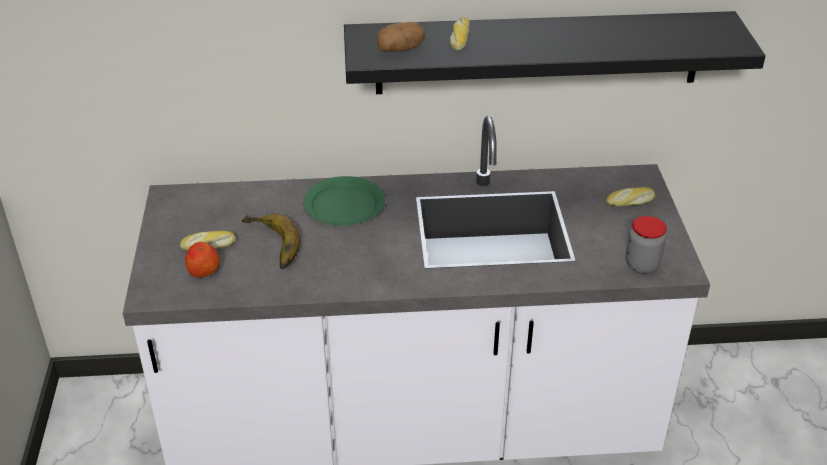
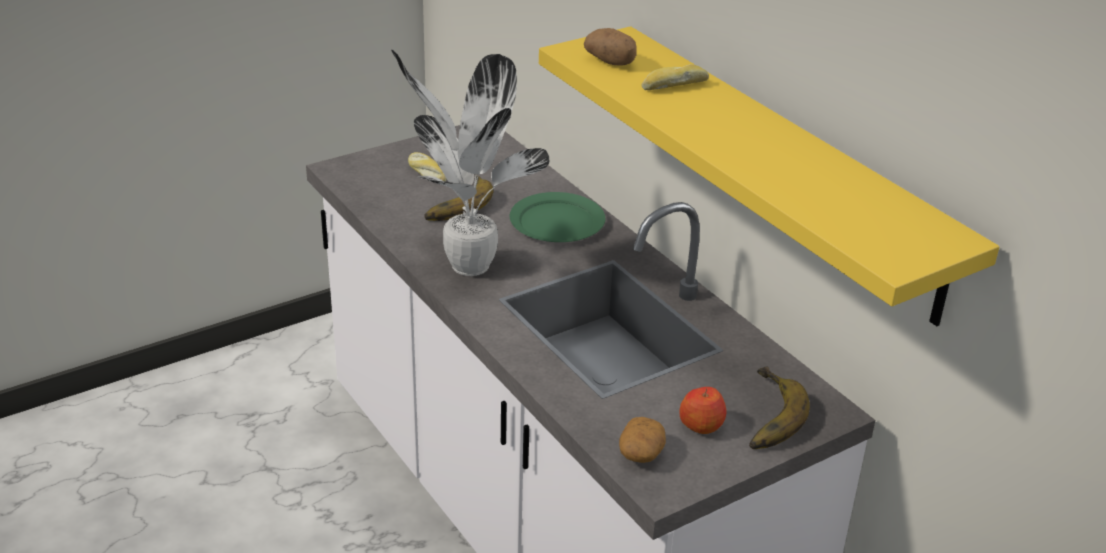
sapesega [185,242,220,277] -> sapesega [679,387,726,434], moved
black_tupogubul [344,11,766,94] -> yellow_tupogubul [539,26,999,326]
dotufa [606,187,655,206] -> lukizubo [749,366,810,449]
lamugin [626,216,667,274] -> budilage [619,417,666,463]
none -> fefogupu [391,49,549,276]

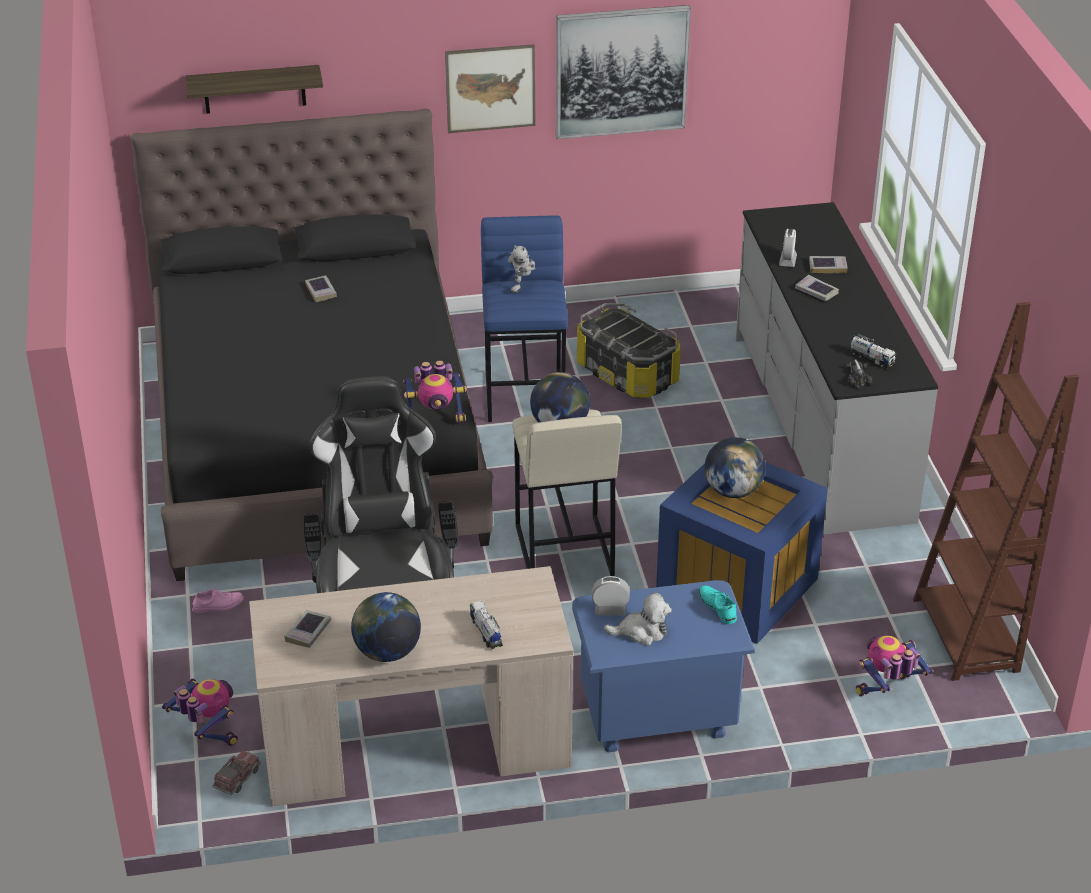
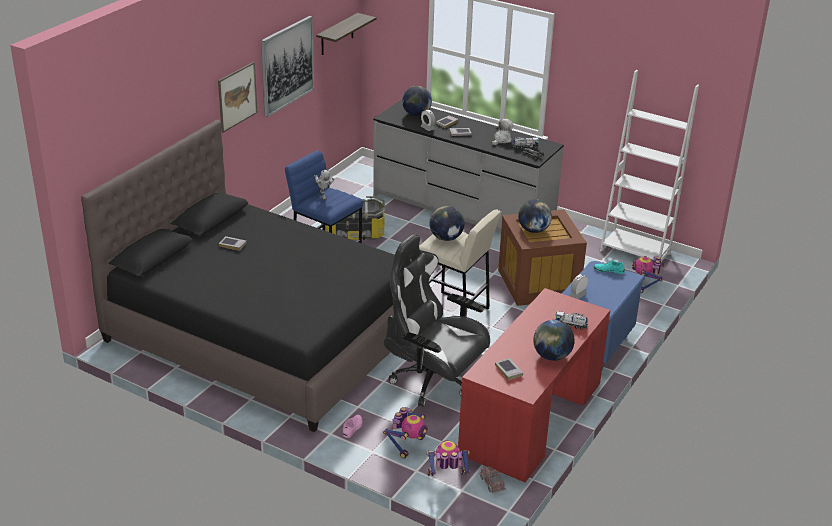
tupogubul [186,65,323,114] -> tupogubul [316,13,376,55], moved
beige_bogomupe [249,566,573,806] -> red_bogomupe [458,288,610,482]
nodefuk [403,360,467,424] -> nodefuk [383,407,428,459], moved
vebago [604,593,672,646] -> vebago [492,119,513,145], moved
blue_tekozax [656,462,828,644] -> brown_tekozax [498,209,587,306]
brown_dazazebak [913,302,1079,681] -> white_dazazebak [600,70,699,262]
none -> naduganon [402,86,432,116]

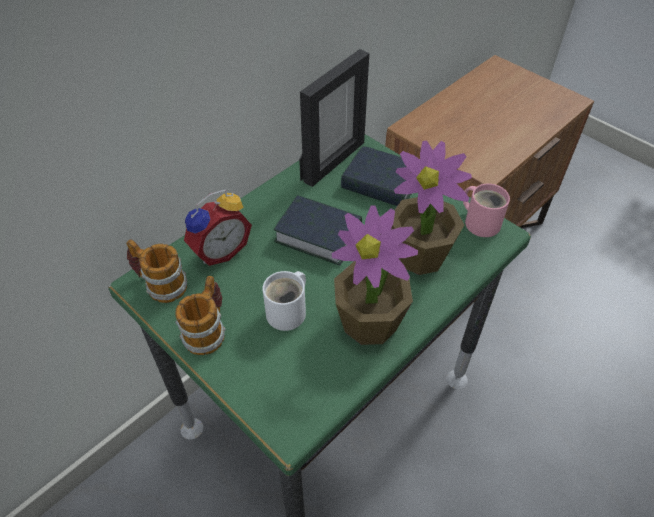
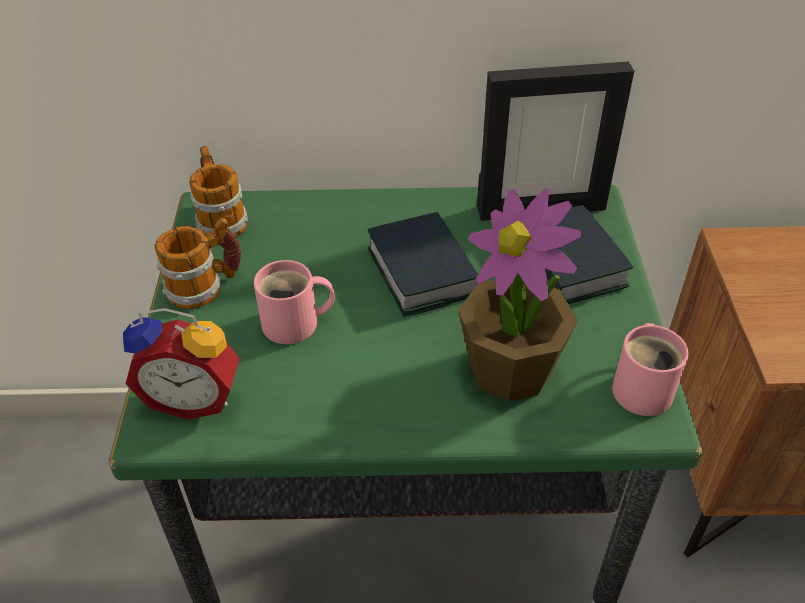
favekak [184,189,252,266] -> favekak [123,308,240,420], moved
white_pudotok [262,271,306,331] -> pink_pudotok [254,260,335,344]
fefogupu [332,205,418,345] -> none

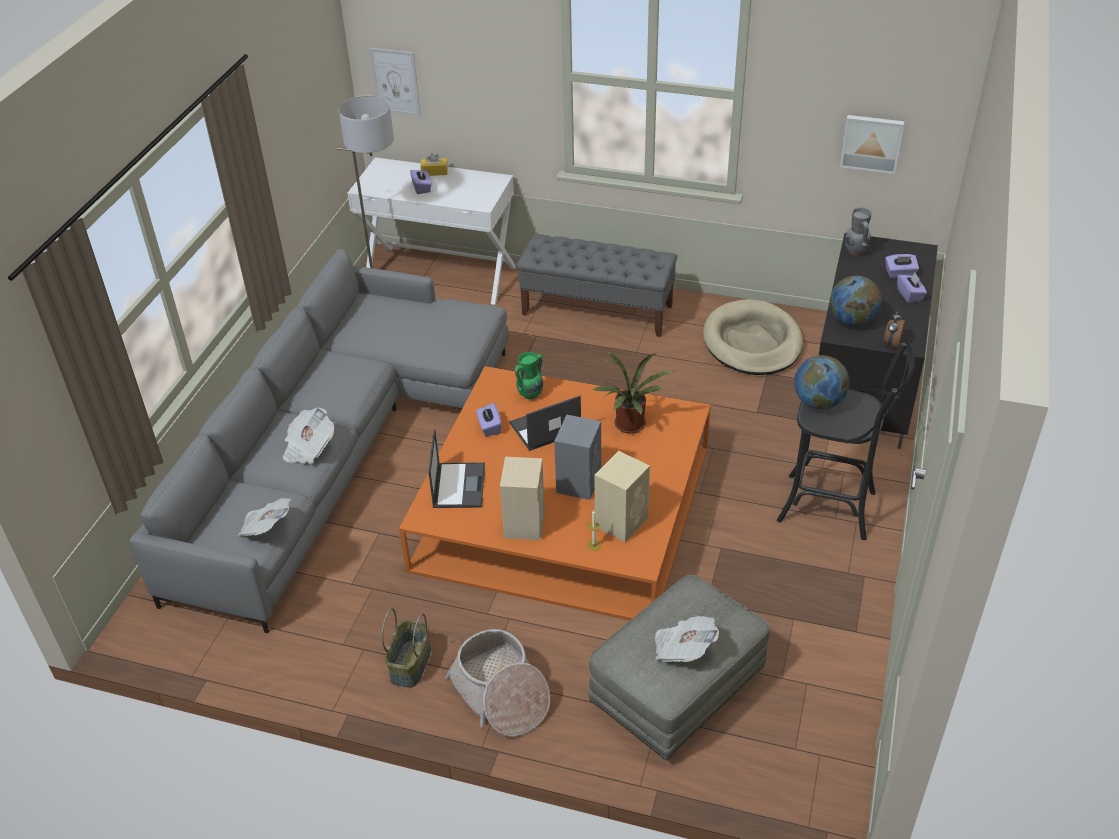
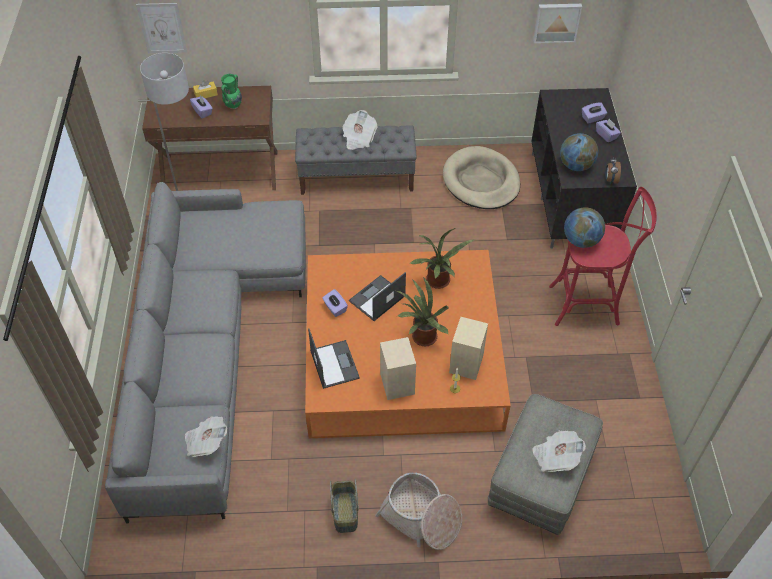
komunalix [283,408,334,464] -> komunalix [342,110,377,150], moved
white_bogomupe [347,157,516,305] -> brown_bogomupe [142,86,278,190]
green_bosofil [515,352,543,400] -> green_bosofil [221,74,242,109], moved
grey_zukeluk [554,415,601,500] -> fefogupu [397,277,449,346]
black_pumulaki [777,341,915,540] -> red_pumulaki [549,187,657,326]
grey_bosofil [845,208,872,255] -> none

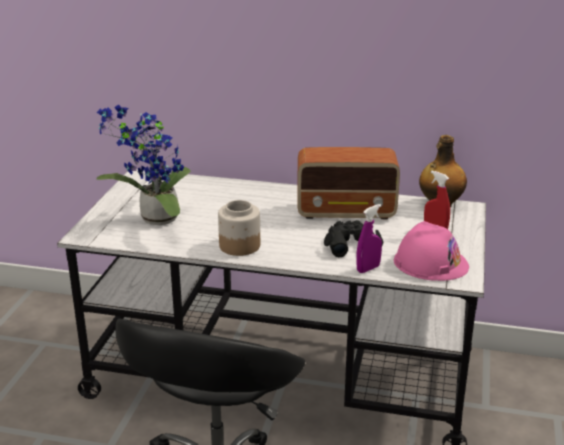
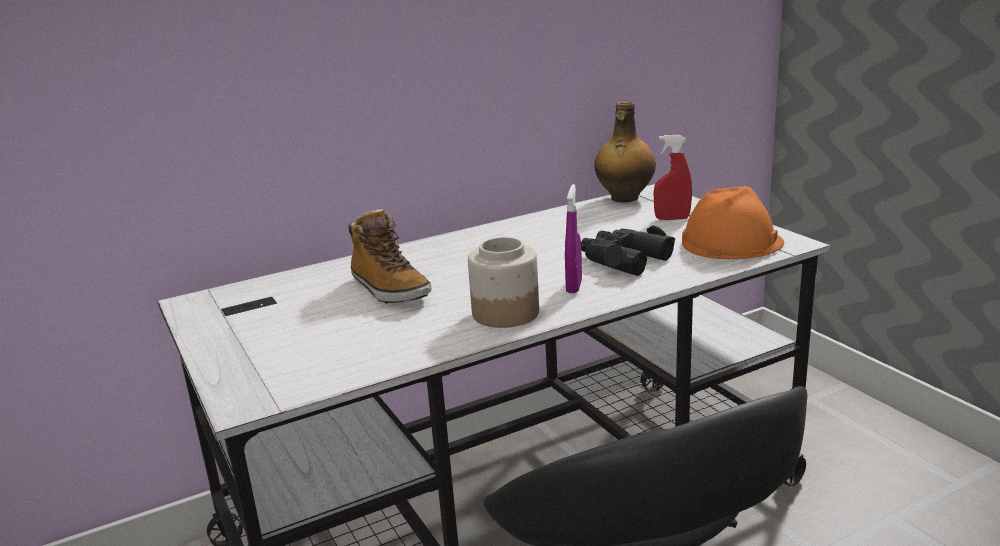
fefogupu [96,105,191,225] -> none
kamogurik [297,147,400,219] -> none
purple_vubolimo [356,204,382,273] -> purple_vubolimo [565,184,582,293], moved
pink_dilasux [394,221,469,281] -> orange_dilasux [682,186,784,259]
none -> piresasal [348,209,431,304]

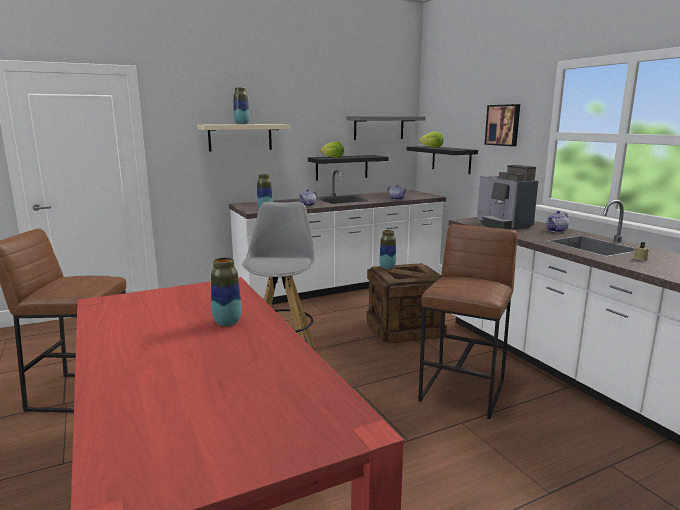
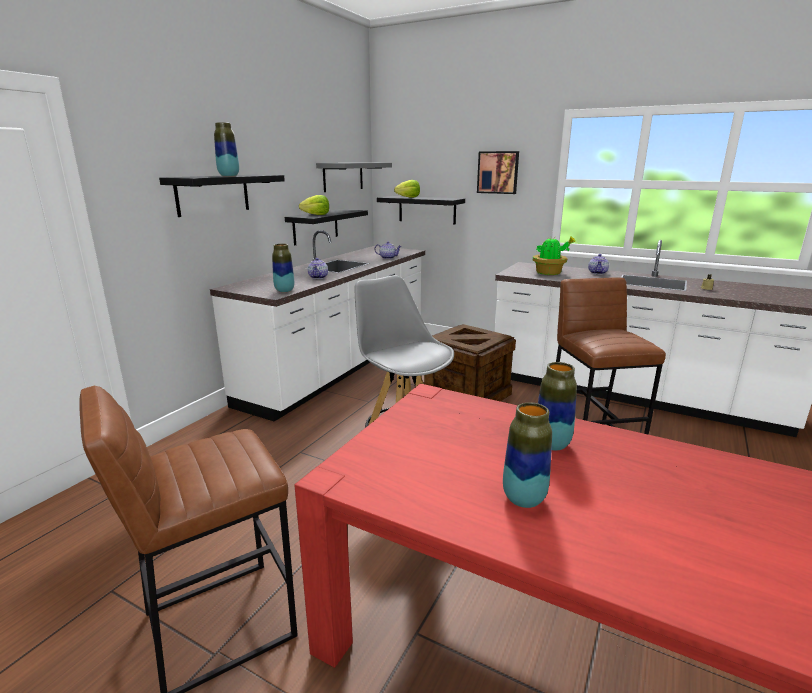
beige_tupogubul [197,124,290,151] -> black_tupogubul [159,175,285,217]
bosofil [379,230,396,269] -> bosofil [503,402,552,508], moved
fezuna [477,165,538,230] -> fefogupu [533,236,576,275]

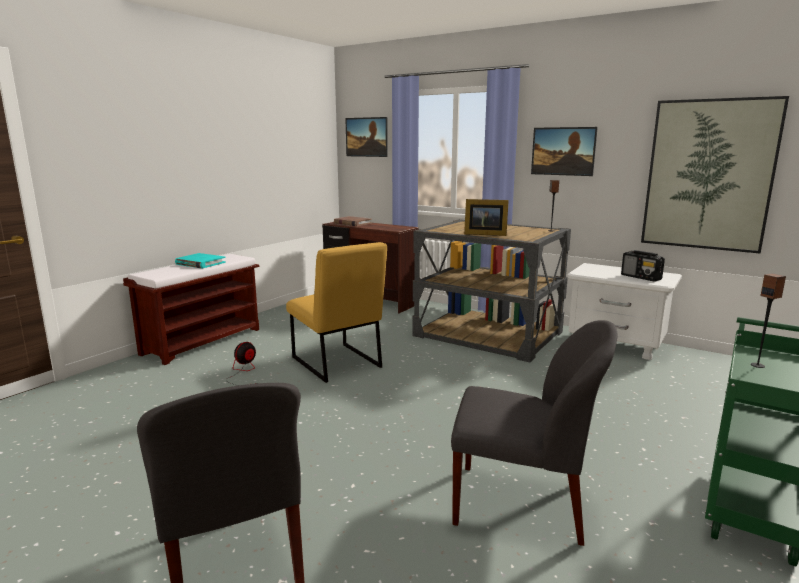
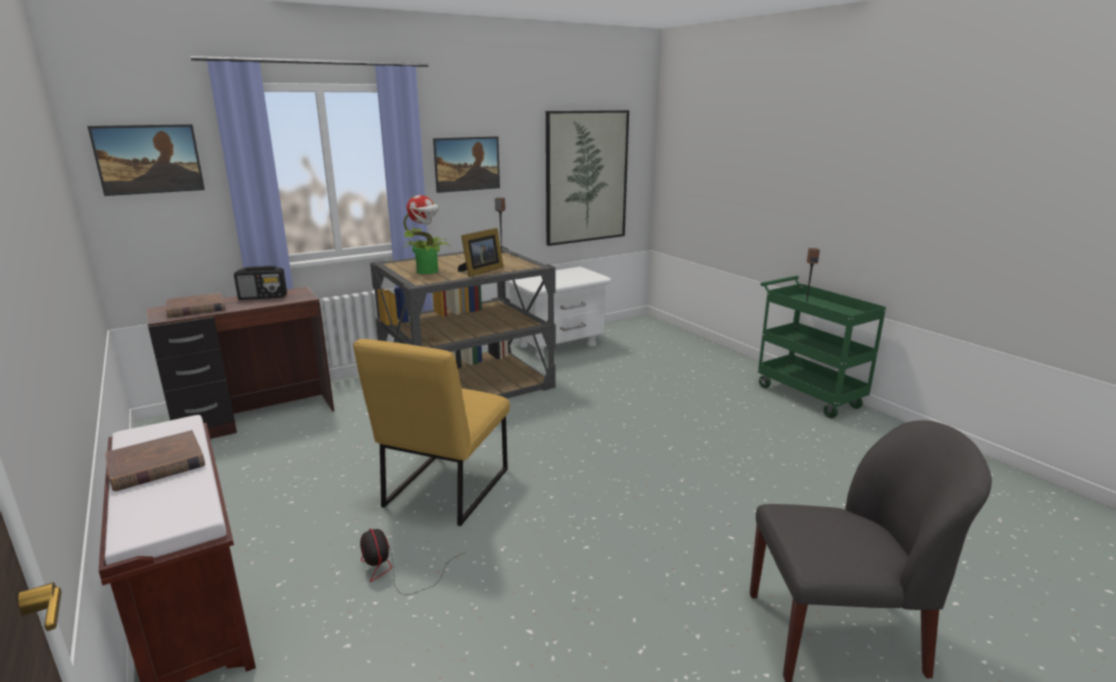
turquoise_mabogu [175,253,226,268] -> brown_mabogu [105,430,205,491]
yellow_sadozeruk [286,242,387,383] -> yellow_sadozeruk [353,339,510,526], 120 degrees clockwise
grey_sadozeruk [451,320,617,546] -> none
kamogurik [621,250,665,282] -> kamogurik [234,266,287,300], moved
none -> fefogupu [403,195,451,274]

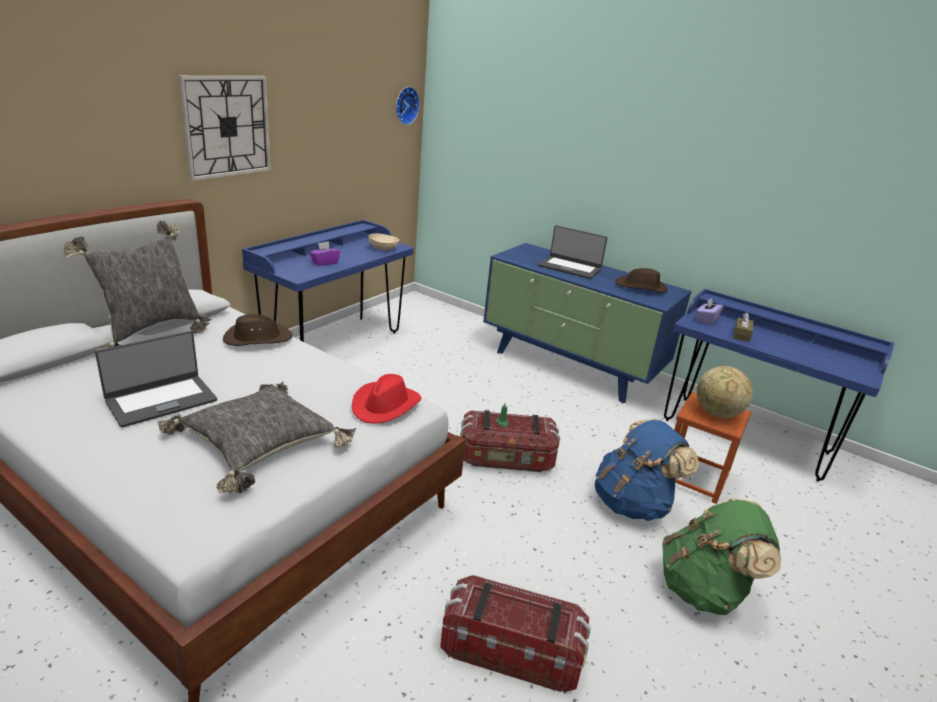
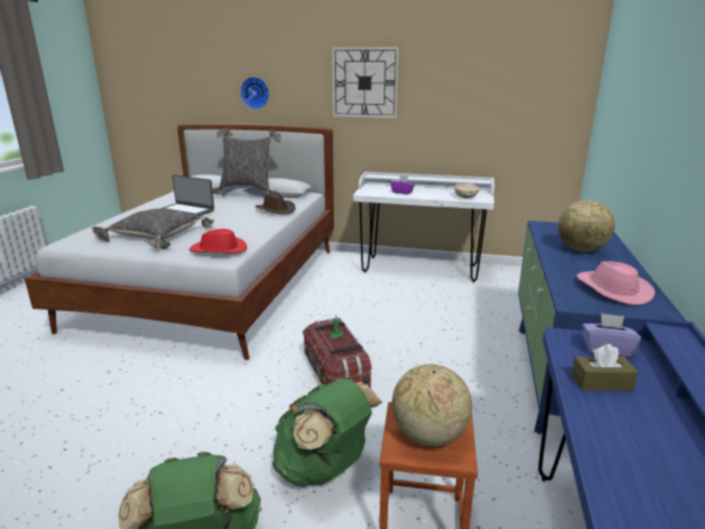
blue_bogomupe [242,220,413,342] -> white_bogomupe [353,172,494,282]
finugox [396,87,420,125] -> finugox [240,77,269,110], moved
tekozax [440,575,591,693] -> none
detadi [538,225,607,279] -> naduganon [558,200,615,251]
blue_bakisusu [595,419,699,521] -> green_bakisusu [272,379,382,487]
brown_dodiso [615,268,668,293] -> pink_dodiso [577,261,655,305]

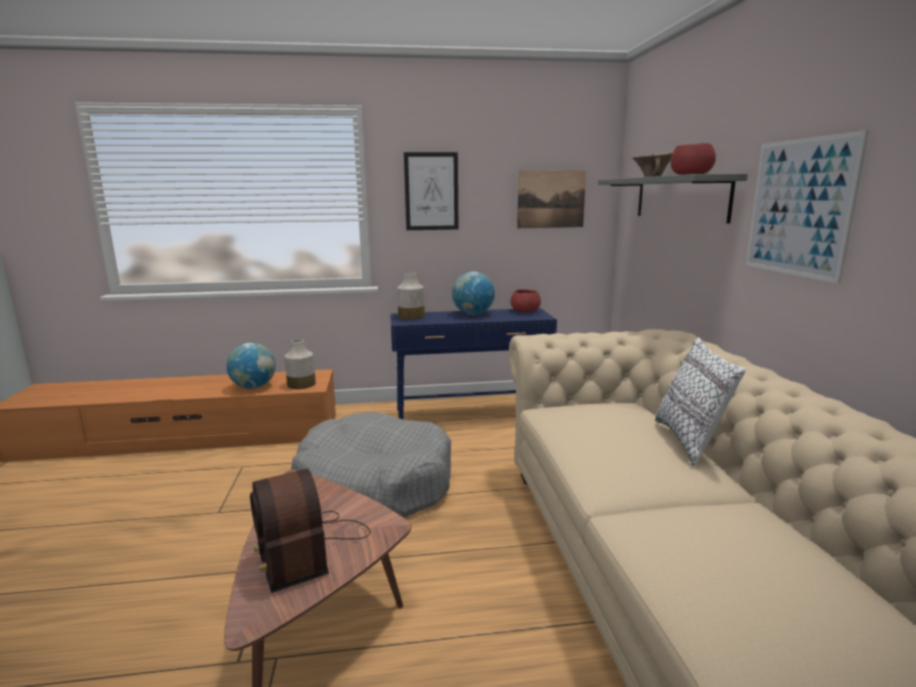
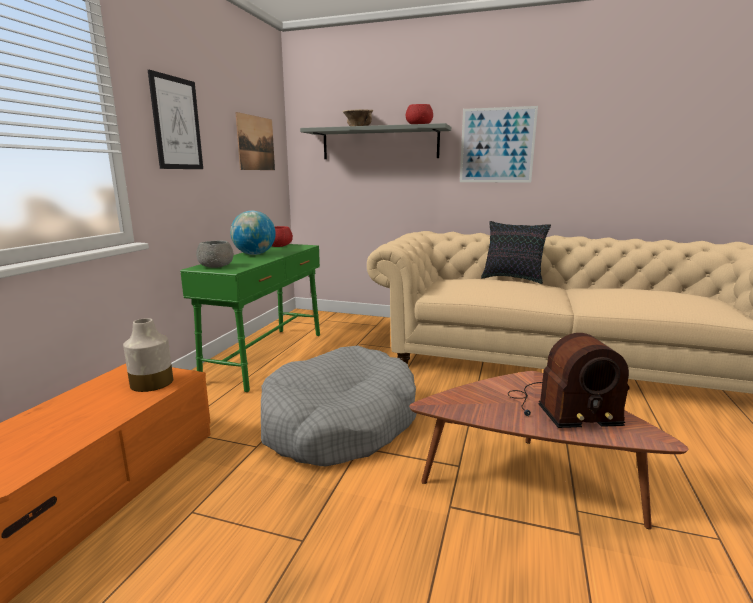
naduganon [227,343,276,389] -> none
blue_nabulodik [390,308,557,419] -> green_nabulodik [180,244,320,392]
beige_bosofil [397,272,425,320] -> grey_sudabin [196,241,234,268]
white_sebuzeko [655,337,745,466] -> black_sebuzeko [481,221,551,284]

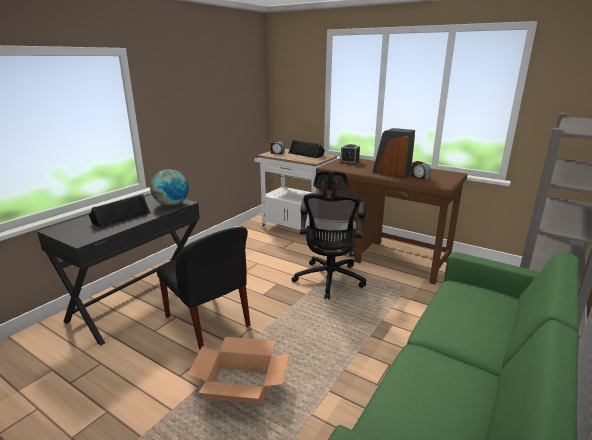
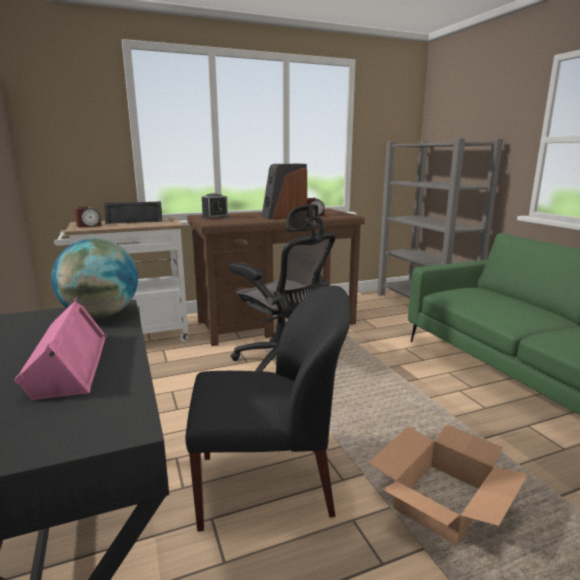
black_zukeluk [89,194,151,229] -> pink_zukeluk [14,298,107,400]

